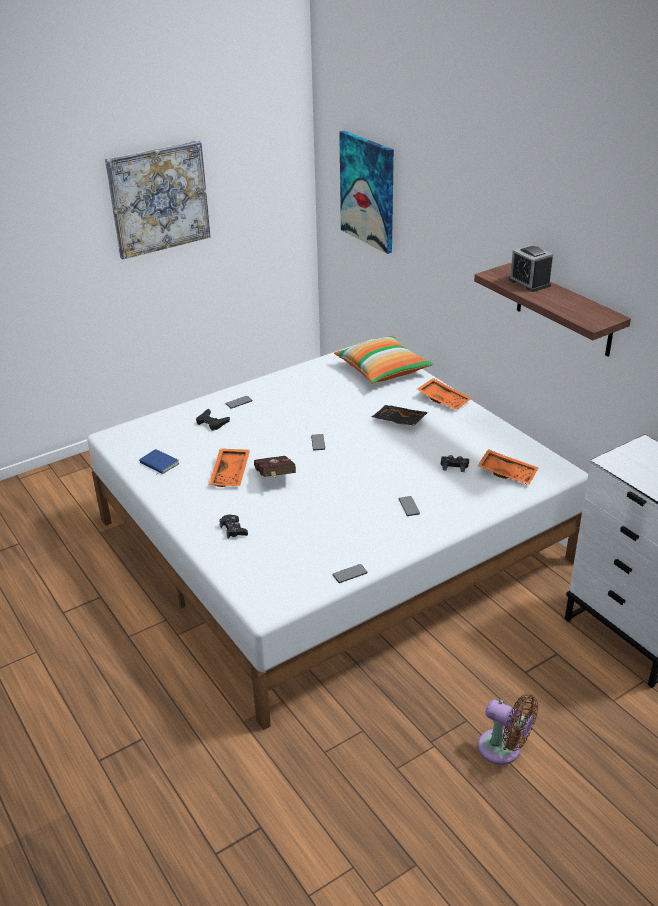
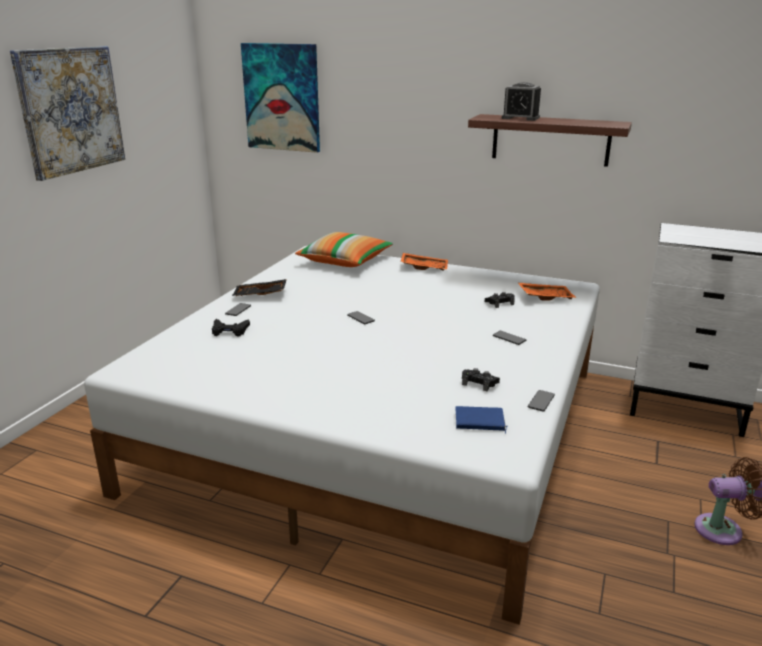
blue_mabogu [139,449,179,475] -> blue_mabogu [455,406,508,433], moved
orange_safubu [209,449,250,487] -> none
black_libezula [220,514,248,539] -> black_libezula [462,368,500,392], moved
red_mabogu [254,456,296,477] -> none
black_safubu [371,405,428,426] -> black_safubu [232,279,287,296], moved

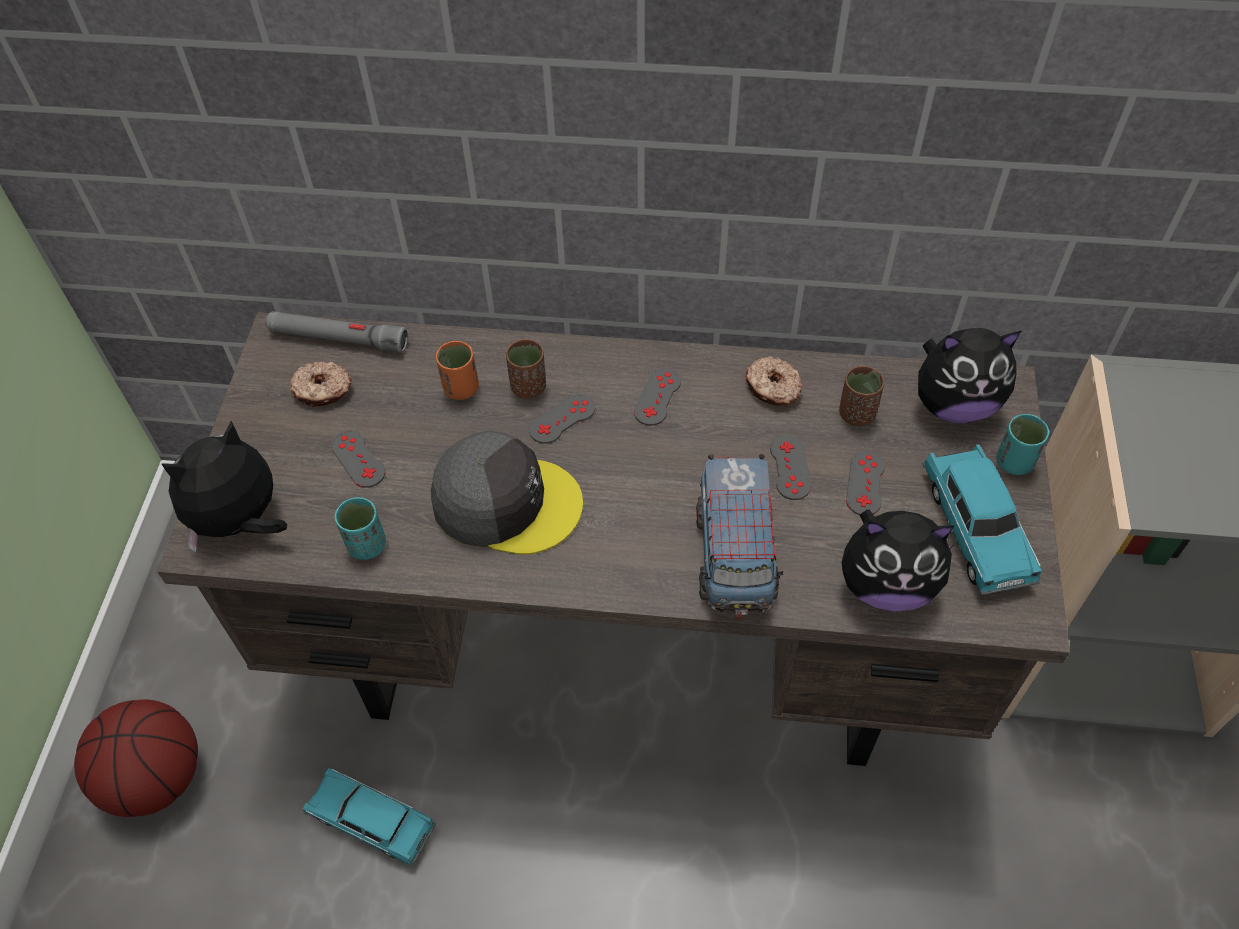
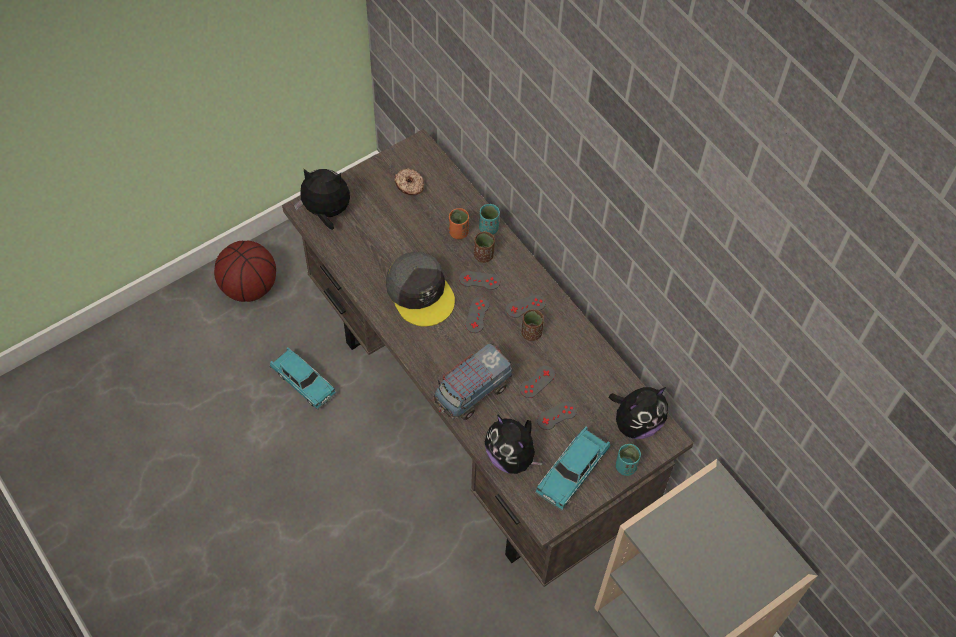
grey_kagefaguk [265,311,408,353] -> none
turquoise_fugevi [303,768,437,867] -> turquoise_fugevi [270,348,336,410], 150 degrees clockwise
grey_libezula [331,430,386,488] -> grey_libezula [465,297,489,333], moved
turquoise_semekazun [335,497,386,560] -> turquoise_semekazun [479,204,500,235], moved
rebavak [745,356,803,406] -> none
brown_semekazun [839,366,884,426] -> brown_semekazun [522,309,544,341], moved
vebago [918,328,1021,423] -> vebago [609,387,668,439], 75 degrees counterclockwise

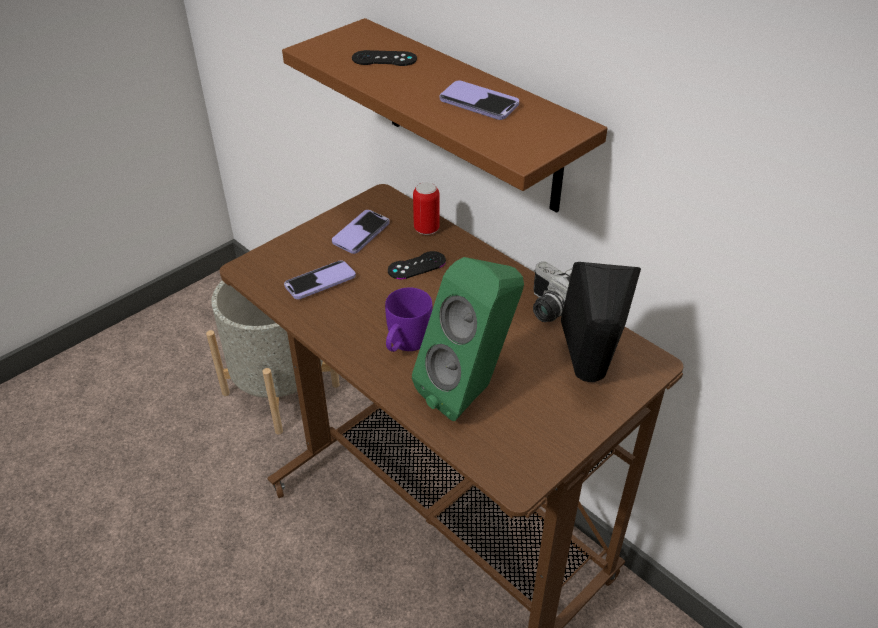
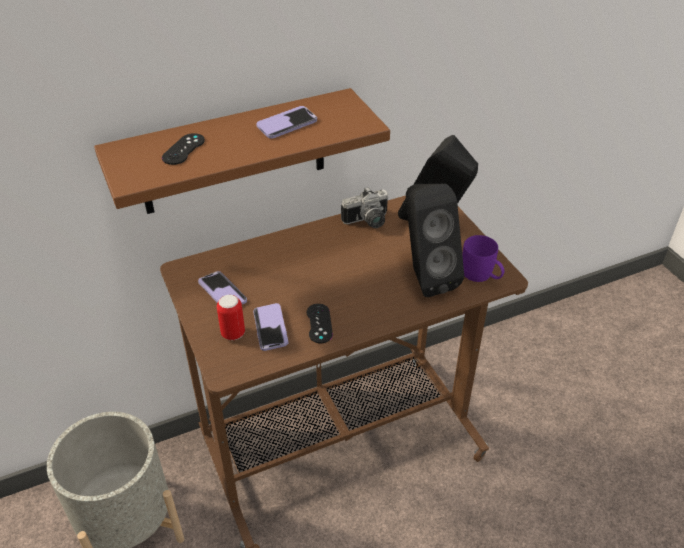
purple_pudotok [385,287,432,352] -> purple_pudotok [462,235,504,282], moved
black_libezula [388,251,446,279] -> black_libezula [307,304,333,343], moved
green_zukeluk [412,257,524,421] -> black_zukeluk [406,184,464,297]
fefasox [413,182,440,235] -> fefasox [217,295,245,340], moved

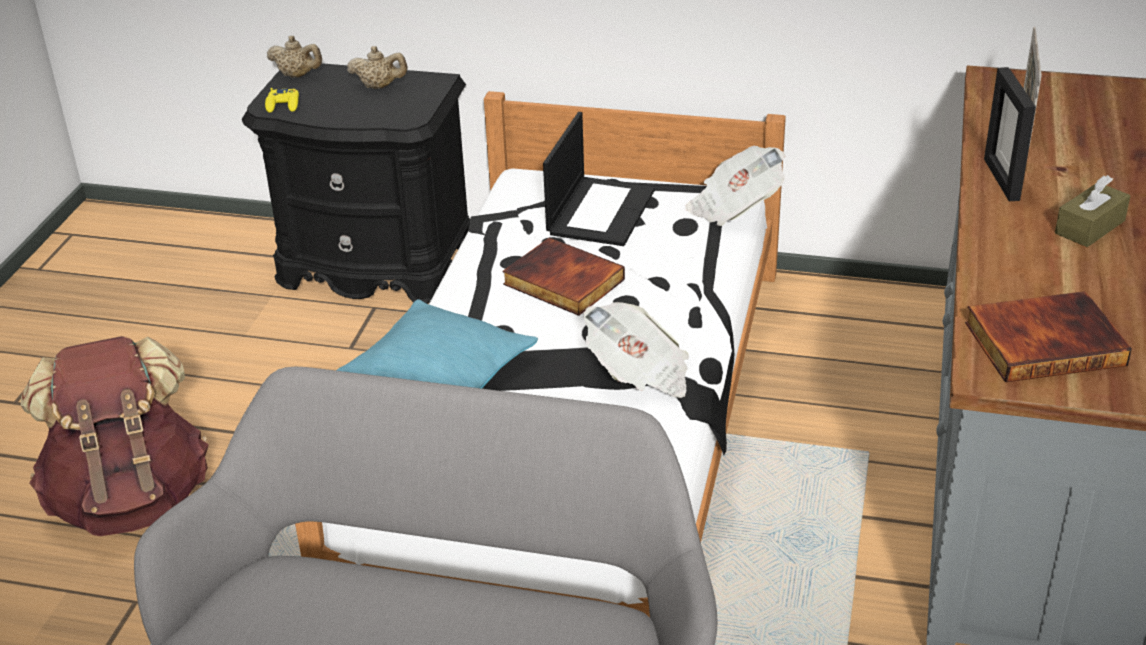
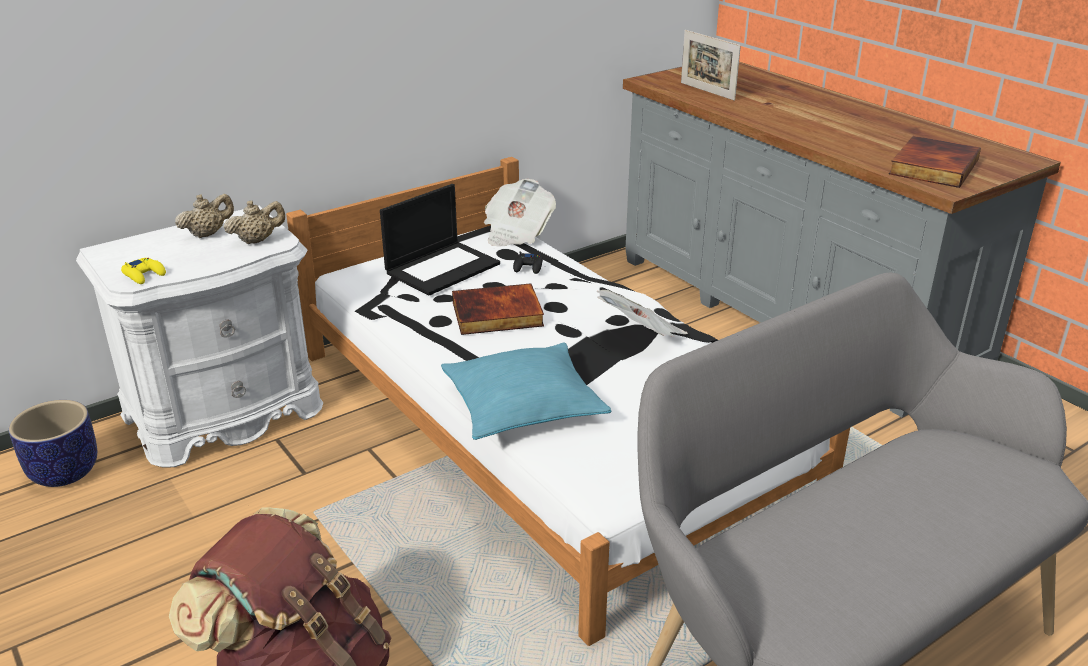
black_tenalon [242,63,470,304] -> white_tenalon [76,206,323,468]
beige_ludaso [267,36,322,78] -> beige_ludaso [224,200,285,244], moved
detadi [543,112,655,246] -> detadi [380,184,500,296], 75 degrees clockwise
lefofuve [984,67,1036,201] -> none
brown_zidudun [1055,175,1130,247] -> none
none -> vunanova [9,400,97,487]
none -> black_libezula [513,252,543,274]

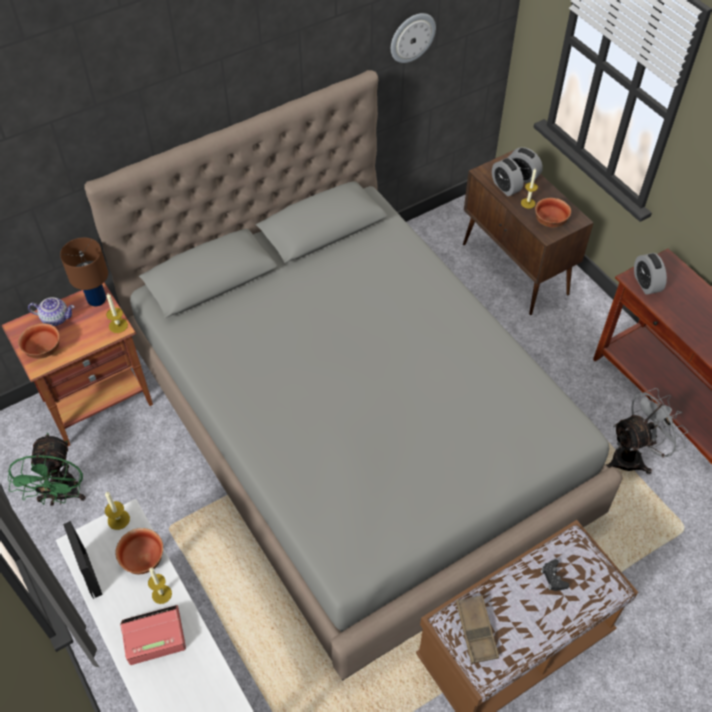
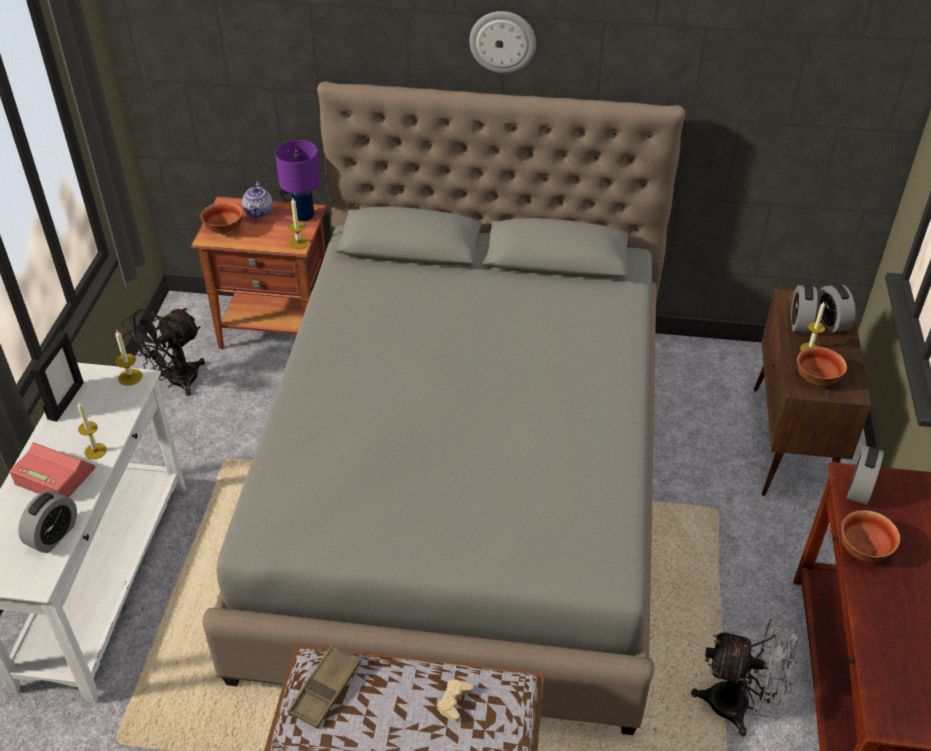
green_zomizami [8,433,86,506] -> black_zomizami [121,308,205,396]
ludaso [28,297,74,326] -> ludaso [242,181,273,218], 45 degrees clockwise
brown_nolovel [60,237,108,307] -> purple_nolovel [275,140,321,221]
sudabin [115,528,163,574] -> sudabin [841,510,900,562], moved
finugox [391,13,436,63] -> finugox [469,11,536,73], moved
black_libezula [541,559,569,591] -> beige_libezula [437,679,473,722]
none -> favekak [18,490,77,553]

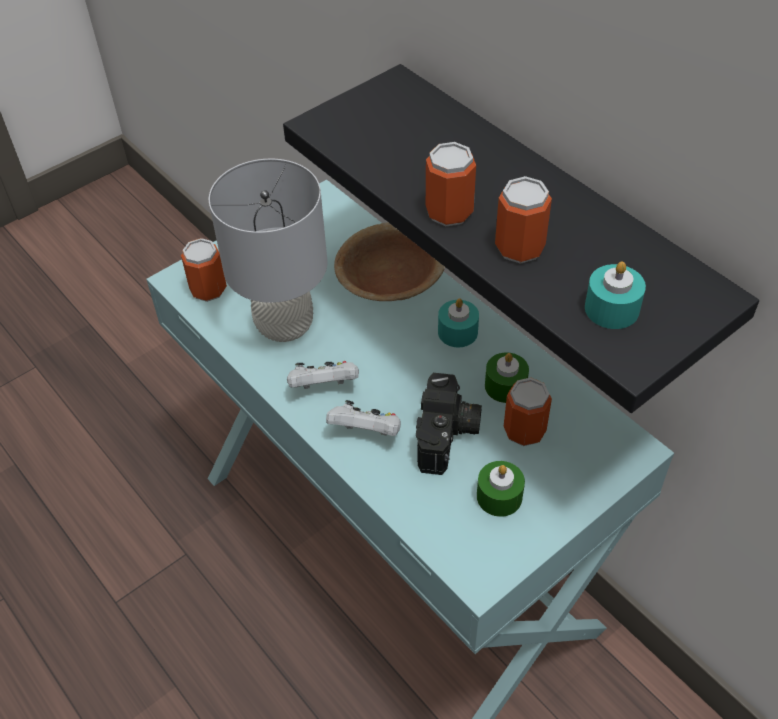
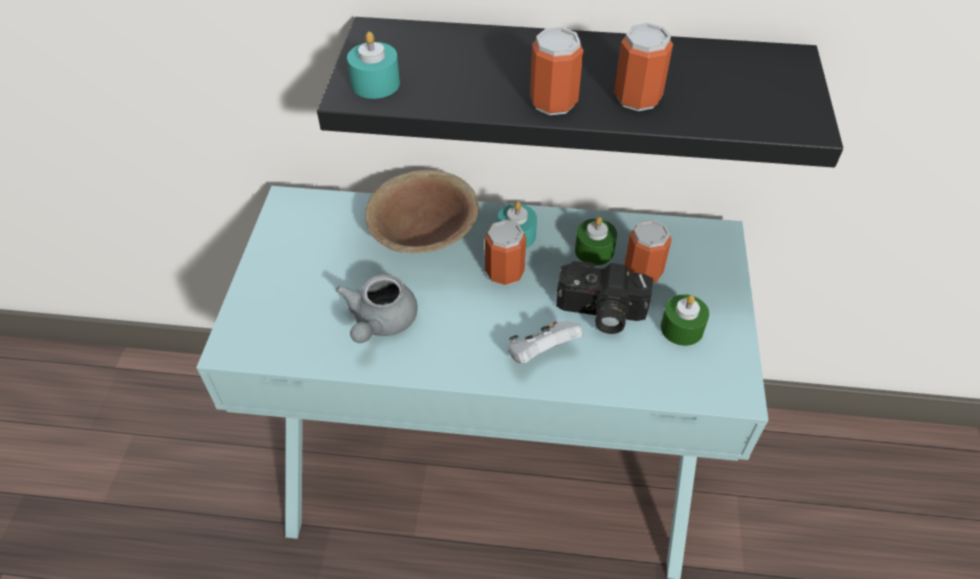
fefasox [181,238,227,302] -> fefasox [485,220,526,286], moved
grey_nolovel [209,159,327,342] -> grey_ludaso [336,274,418,343]
white_libezula [287,361,359,389] -> none
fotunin [416,373,482,475] -> fotunin [556,261,653,334], 135 degrees clockwise
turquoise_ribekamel [585,262,646,329] -> turquoise_ribekamel [347,32,400,99], moved

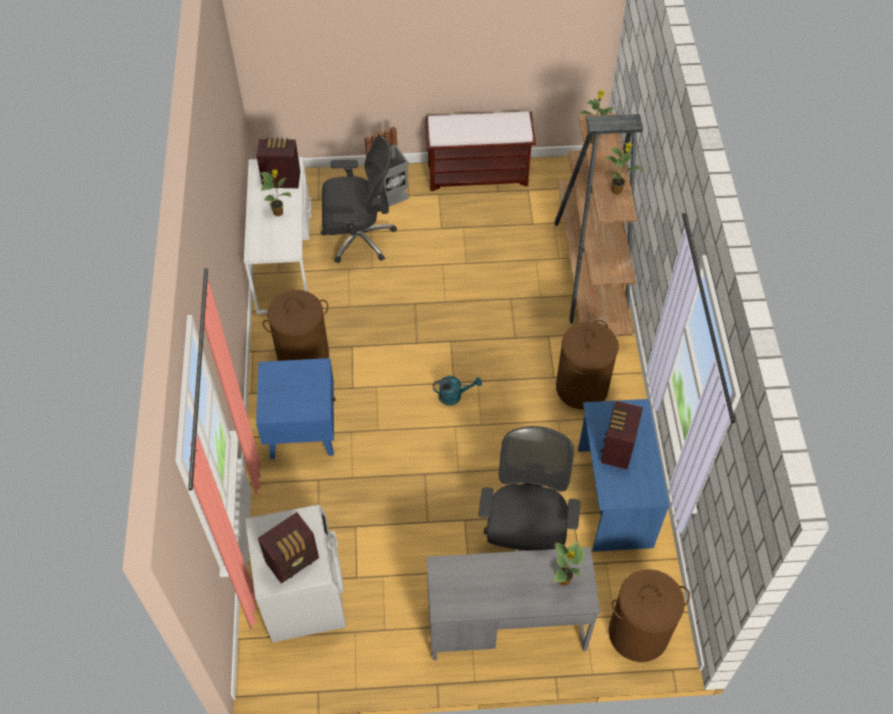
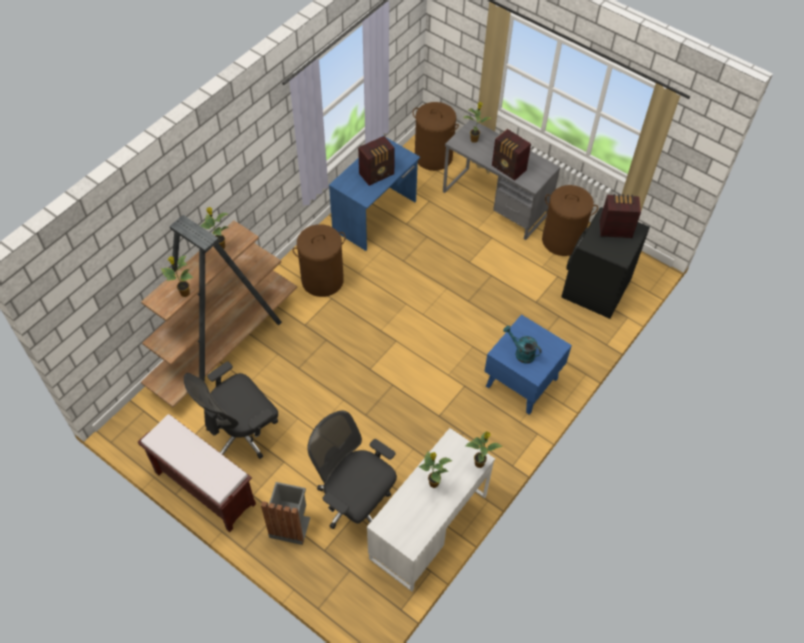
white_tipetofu [245,504,346,642] -> black_tipetofu [561,207,650,319]
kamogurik [256,138,300,188] -> kamogurik [492,129,531,180], moved
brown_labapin [263,290,329,361] -> brown_labapin [542,185,598,256], moved
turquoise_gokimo [433,376,482,405] -> turquoise_gokimo [503,326,541,364], moved
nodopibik [478,426,580,551] -> nodopibik [184,361,278,459], moved
none -> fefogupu [465,431,503,468]

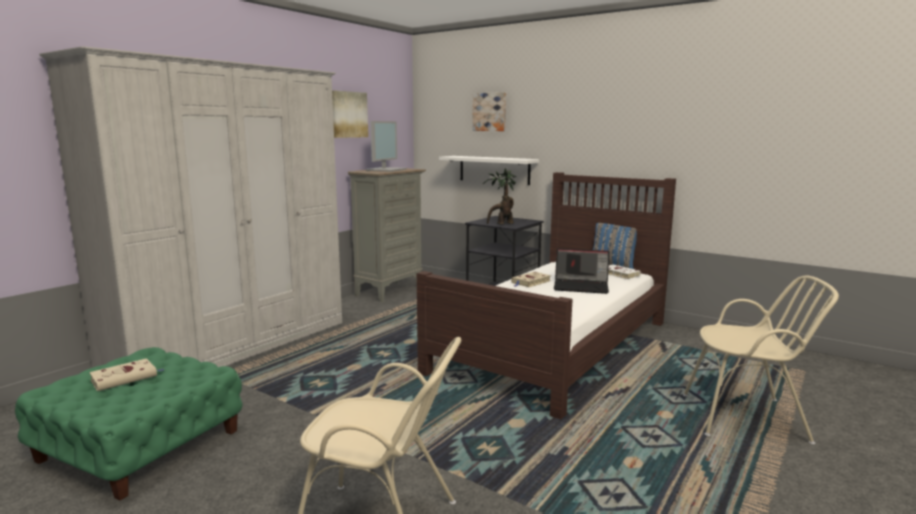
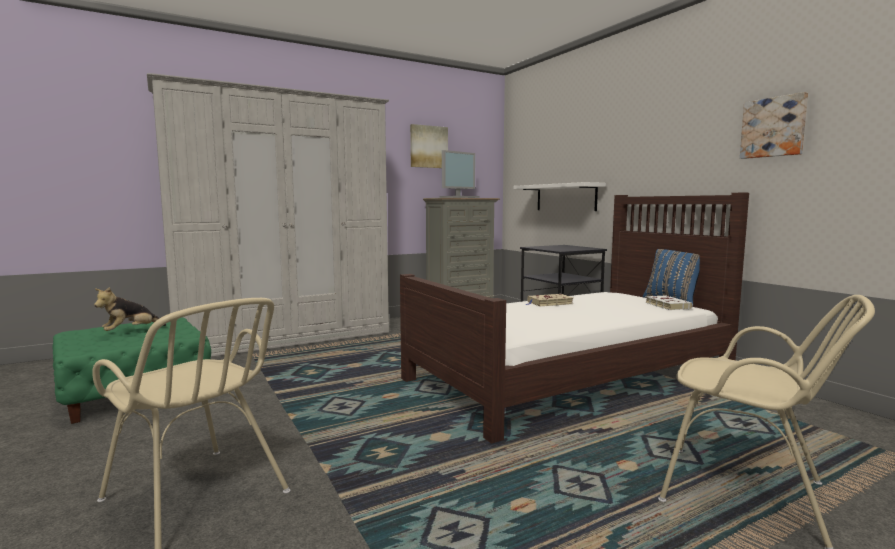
beige_mabogu [89,358,163,391] -> vebago [94,287,166,331]
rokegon [472,92,506,131] -> rokegon [740,92,808,159], moved
fefogupu [482,168,516,225] -> none
detadi [554,248,609,294] -> none

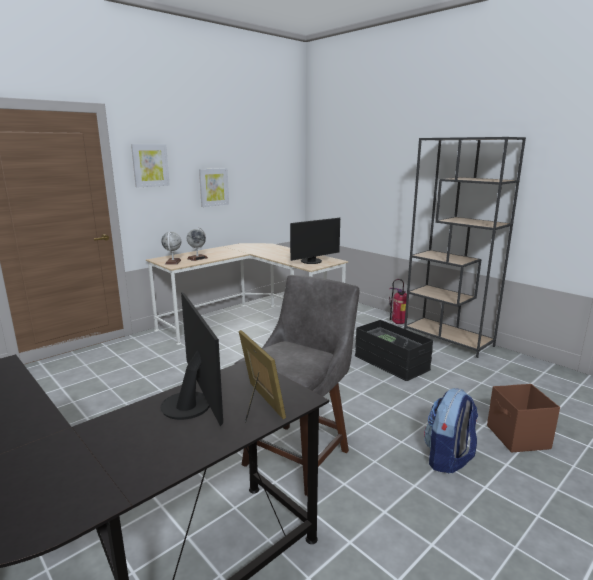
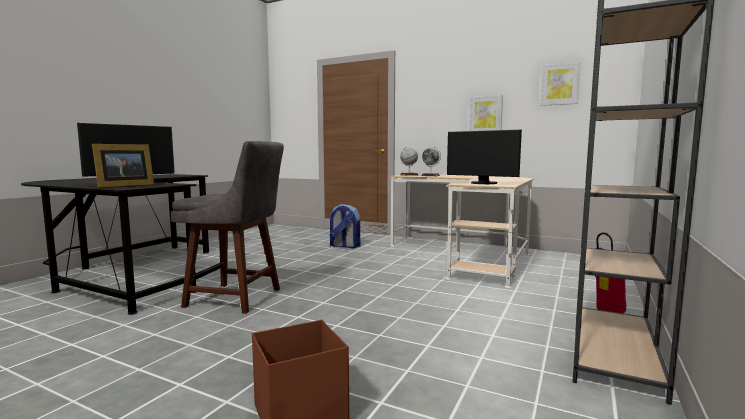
rokegon [131,144,170,188] -> rokegon [540,62,581,106], moved
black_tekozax [355,320,433,381] -> none
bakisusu [424,388,478,473] -> bakisusu [329,204,361,248], moved

